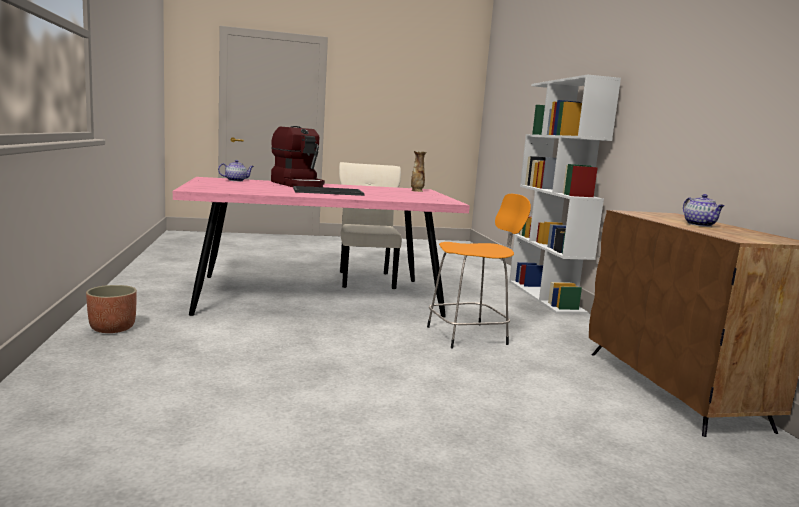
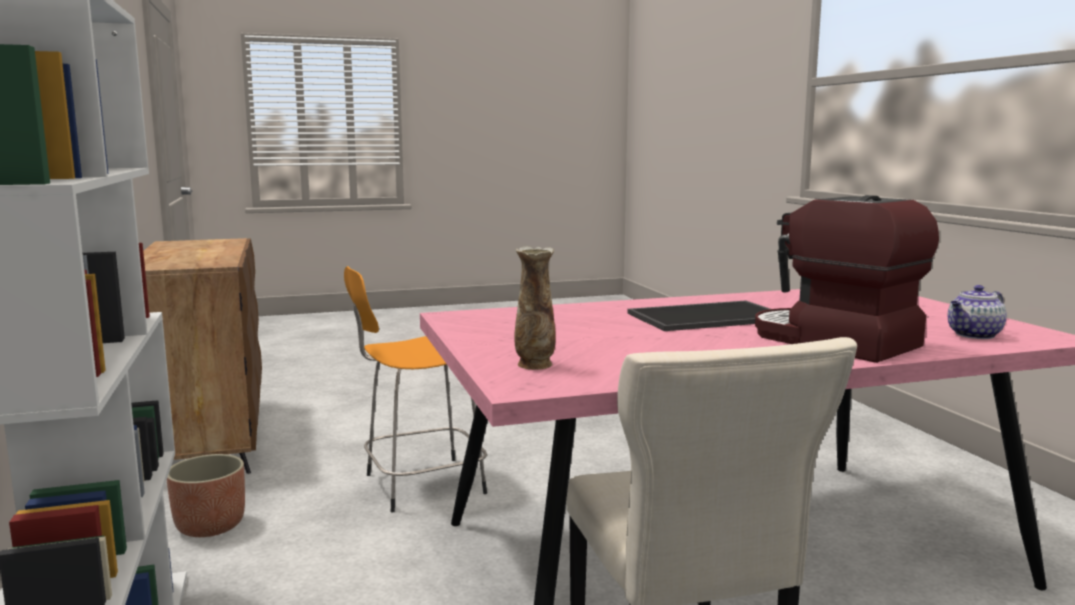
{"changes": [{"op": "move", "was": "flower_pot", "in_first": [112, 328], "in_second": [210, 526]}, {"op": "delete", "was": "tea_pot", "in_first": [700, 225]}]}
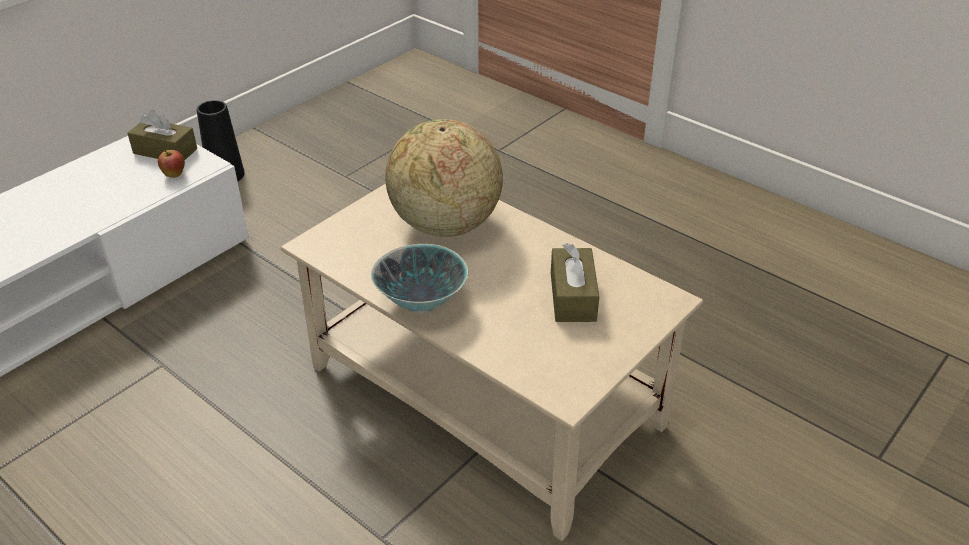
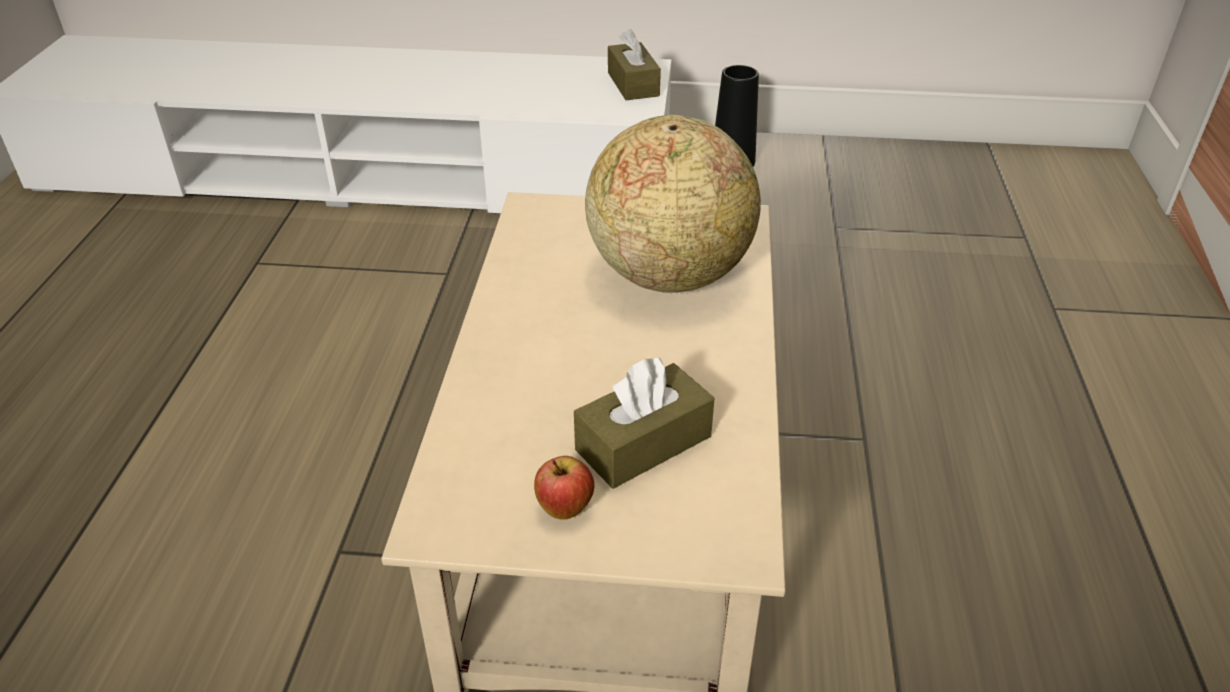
{"changes": [{"op": "move", "was": "apple", "in_first": [174, 175], "in_second": [565, 510]}, {"op": "delete", "was": "bowl", "in_first": [421, 303]}]}
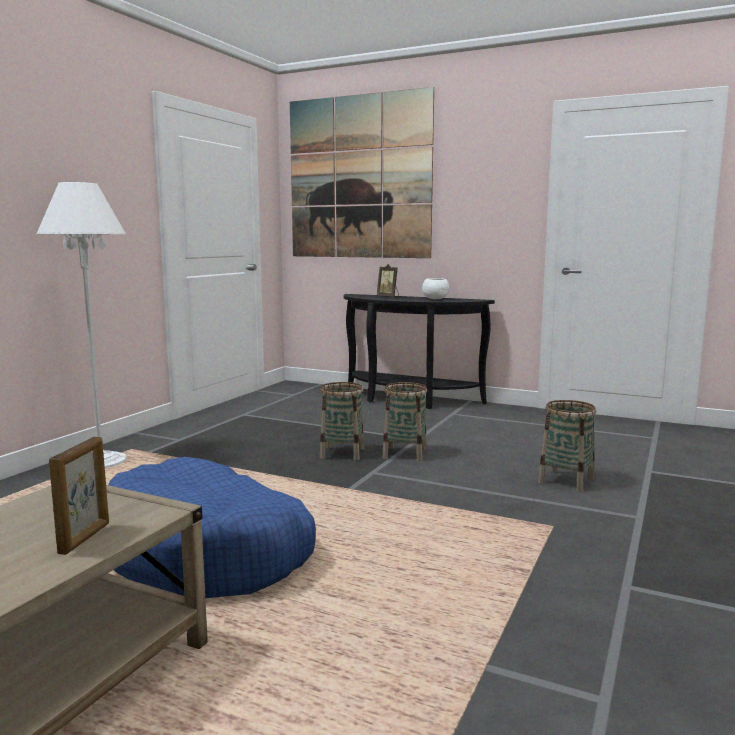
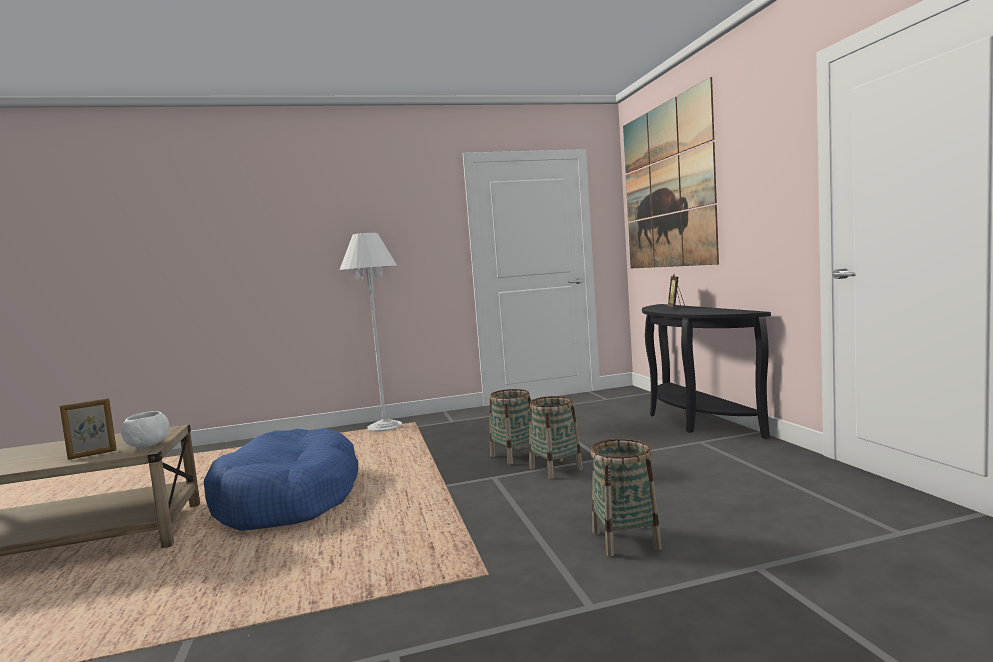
{"changes": [{"op": "move", "was": "white_bowl", "in_first": [435, 299], "in_second": [148, 445]}]}
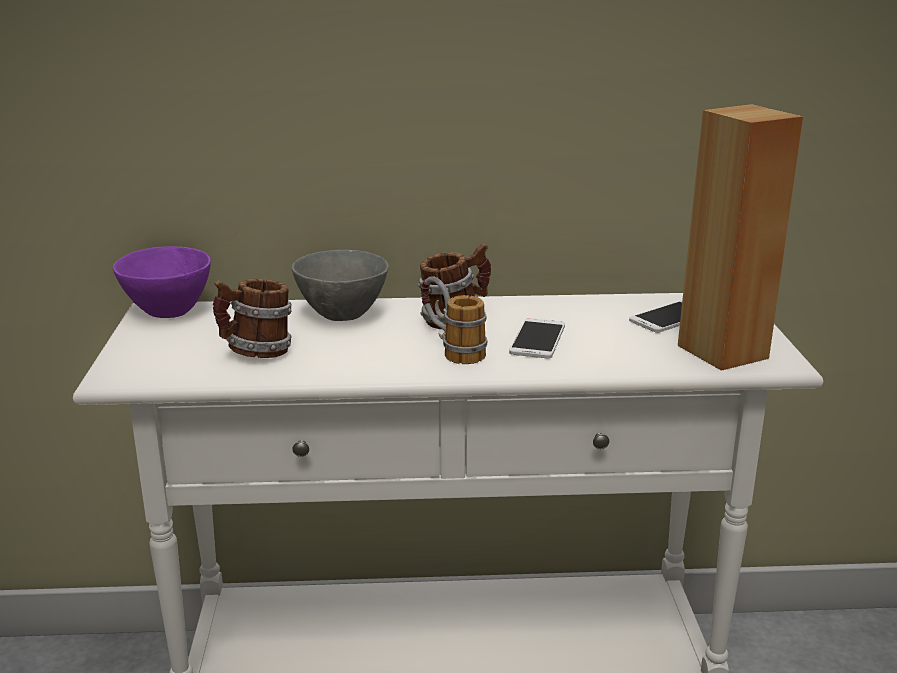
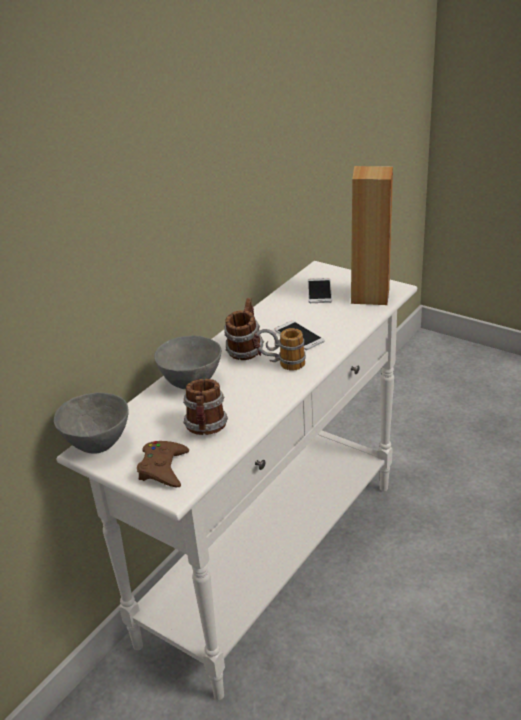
{"changes": [{"op": "recolor", "was": "purple_bowl", "now": "gray_bowl", "in_first": [166, 312], "in_second": [97, 445]}, {"op": "insert", "now": "brown-coloured_joypad", "in_second": [163, 468]}]}
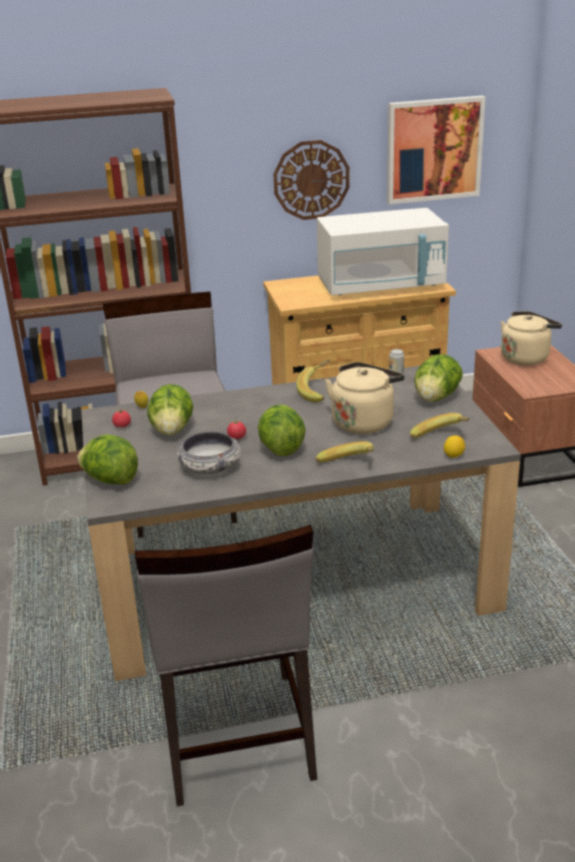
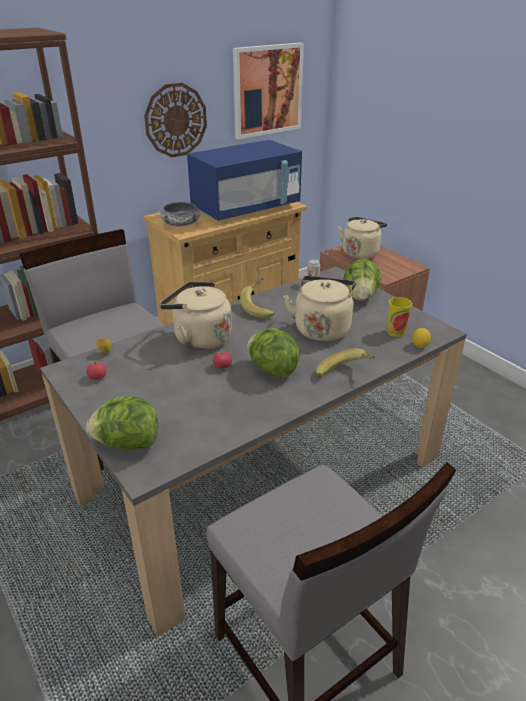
{"changes": [{"op": "move", "was": "bowl", "in_first": [209, 466], "in_second": [181, 223]}, {"op": "insert", "now": "beige_kettle", "in_second": [199, 338]}, {"op": "recolor", "was": "white_kitchen_microwave", "now": "bluish_kitchen_microwave", "in_first": [381, 286], "in_second": [246, 208]}, {"op": "replace", "was": "whole_banana", "now": "cup", "in_first": [440, 438], "in_second": [396, 332]}, {"op": "delete", "was": "lettuce_head", "in_first": [172, 430]}]}
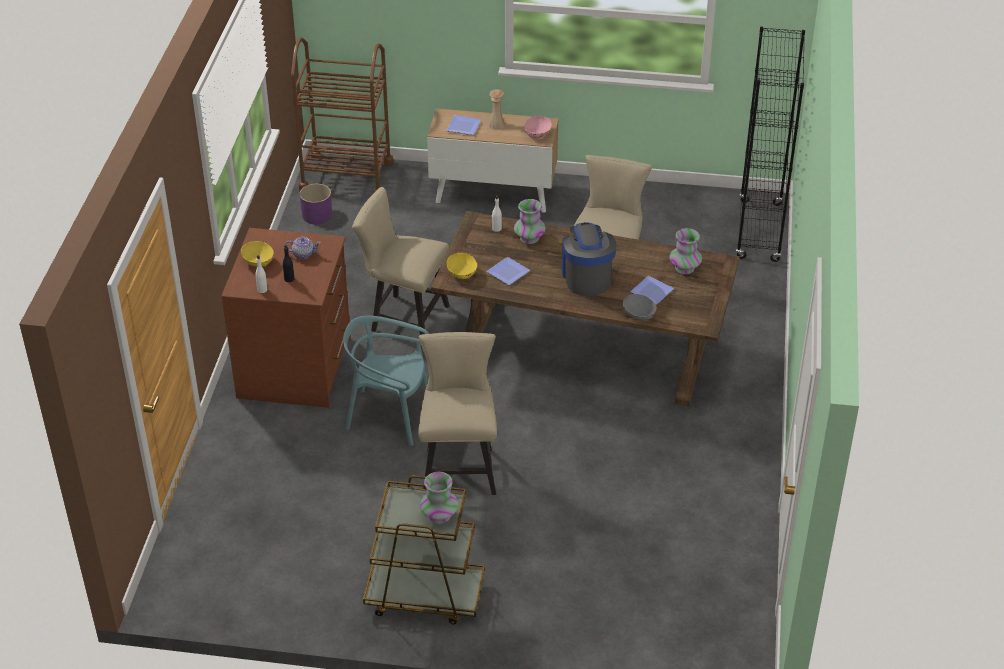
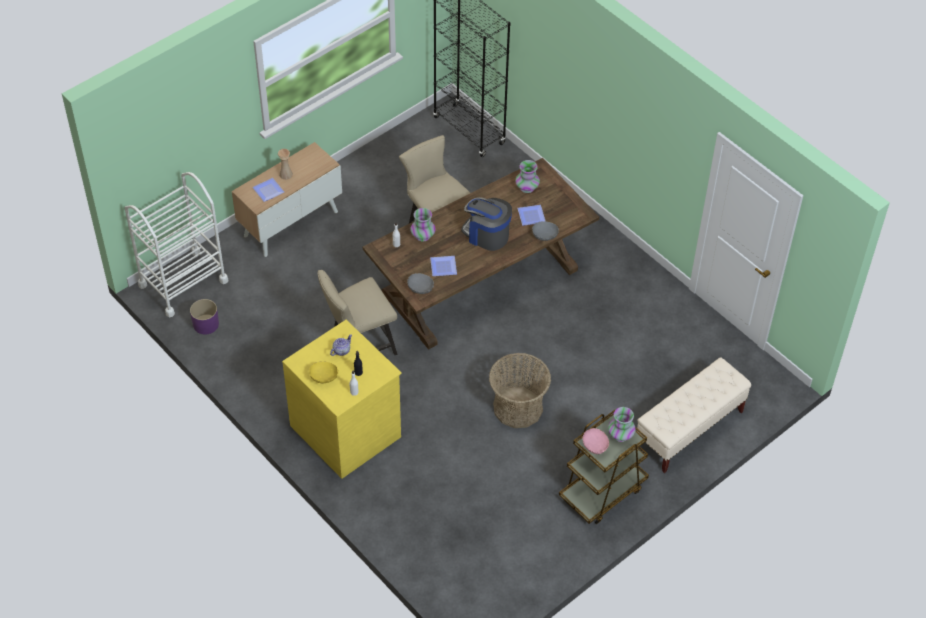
{"changes": [{"op": "recolor", "was": "brown-coloured_trolley", "now": "white_trolley", "in_first": [346, 176], "in_second": [183, 283]}, {"op": "recolor", "was": "brown-coloured_drawer_chest", "now": "yellow_drawer_chest", "in_first": [296, 368], "in_second": [347, 430]}, {"op": "recolor", "was": "yellow_bowl", "now": "gray_bowl", "in_first": [462, 274], "in_second": [420, 288]}, {"op": "replace", "was": "beige_upright_chair", "now": "basket", "in_first": [459, 467], "in_second": [518, 407]}, {"op": "move", "was": "pink_bowl", "in_first": [537, 134], "in_second": [595, 446]}, {"op": "insert", "now": "beige_indoor_bench", "in_second": [689, 429]}, {"op": "delete", "was": "turquoise-coloured_upright_chair", "in_first": [389, 415]}]}
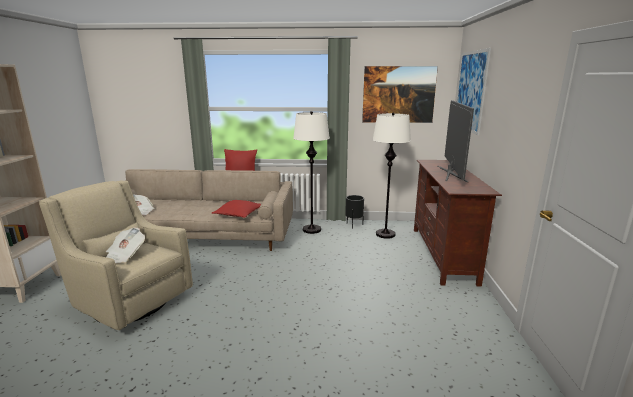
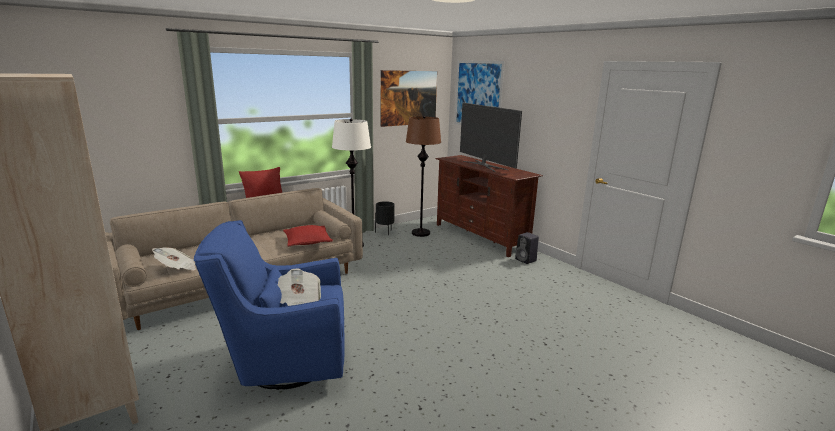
{"changes": [{"op": "recolor", "was": "beige_lounge_chair", "now": "bluish_lounge_chair", "in_first": [129, 301], "in_second": [284, 361]}, {"op": "recolor", "was": "white_standing_lamp", "now": "brown-coloured_standing_lamp", "in_first": [385, 234], "in_second": [420, 233]}, {"op": "insert", "now": "black_audio_speaker", "in_second": [526, 260]}]}
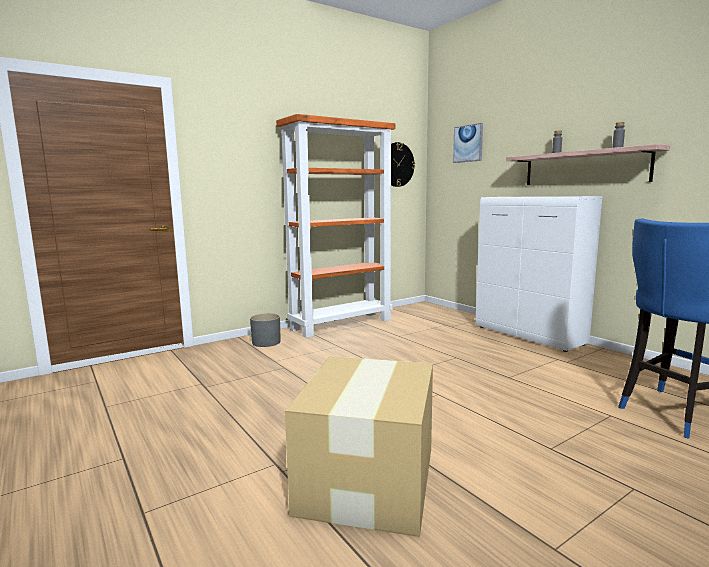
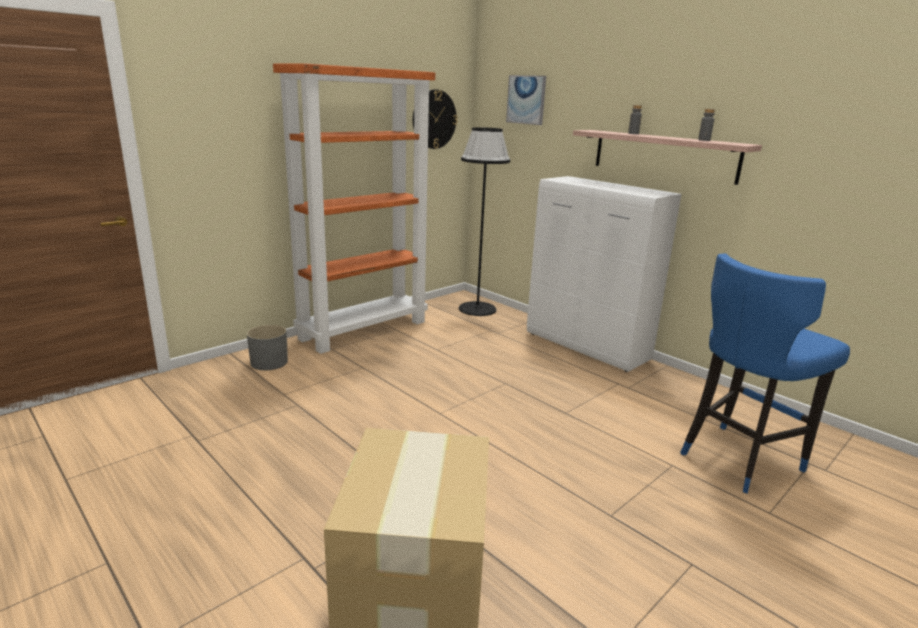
{"changes": [{"op": "insert", "now": "black_standing_lamp", "in_second": [477, 309]}]}
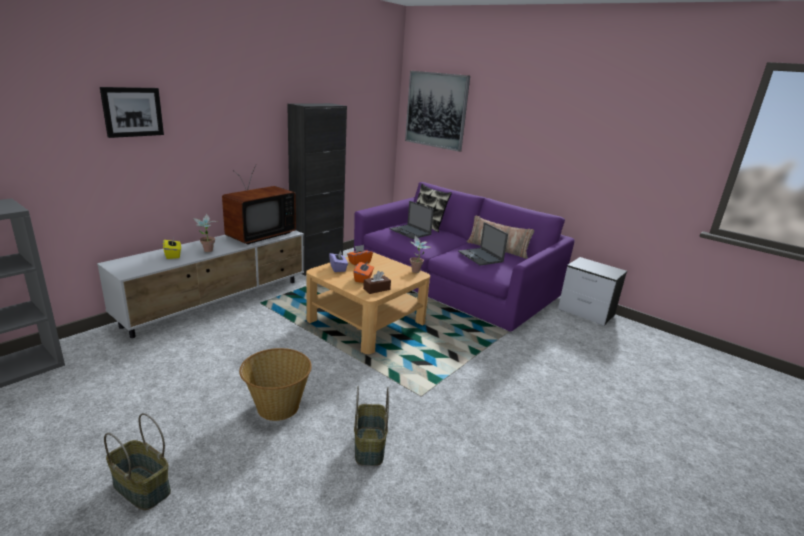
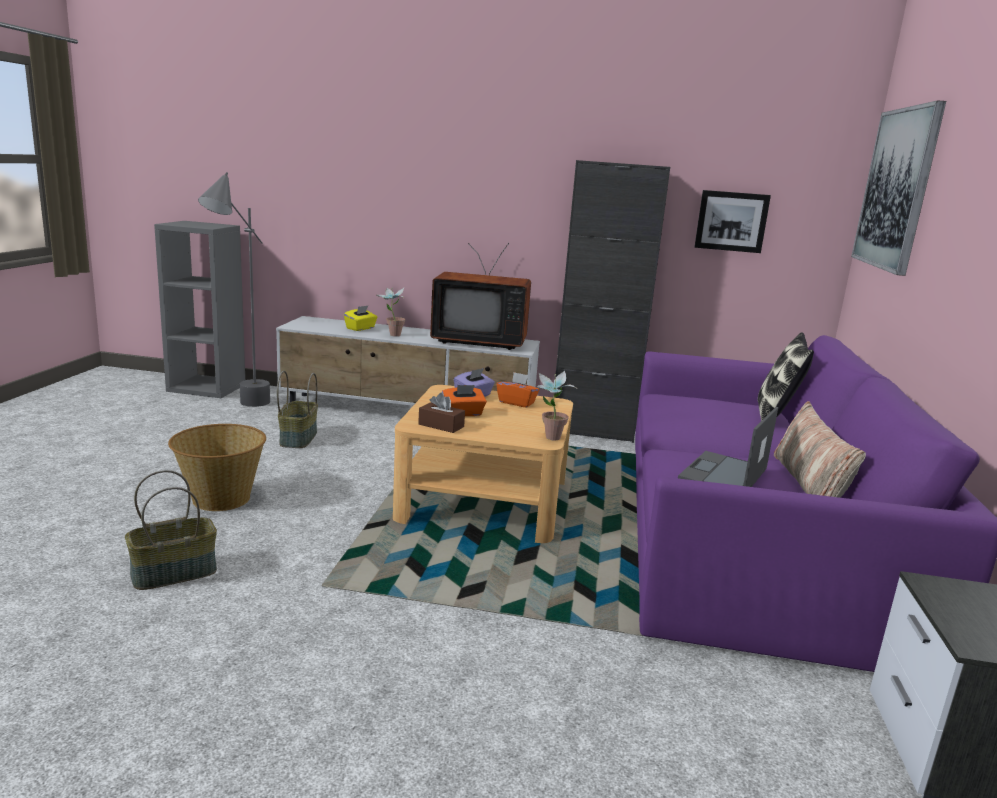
{"changes": [{"op": "insert", "now": "gray_standing_lamp", "in_second": [241, 409]}, {"op": "move", "was": "basket", "in_first": [140, 488], "in_second": [297, 438]}, {"op": "move", "was": "picture", "in_first": [132, 112], "in_second": [731, 221]}, {"op": "delete", "was": "laptop", "in_first": [410, 232]}]}
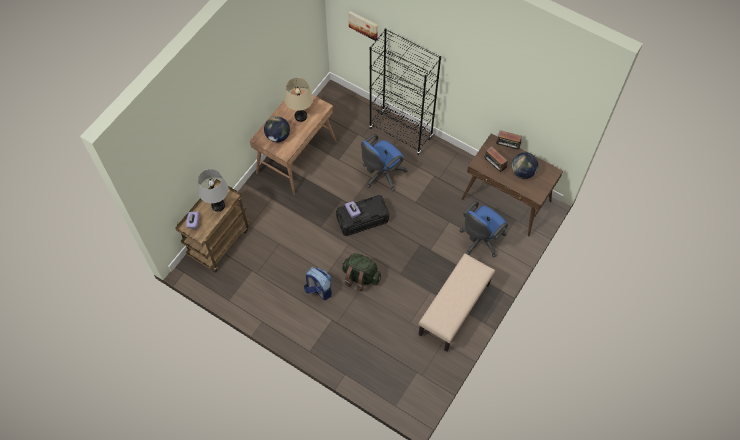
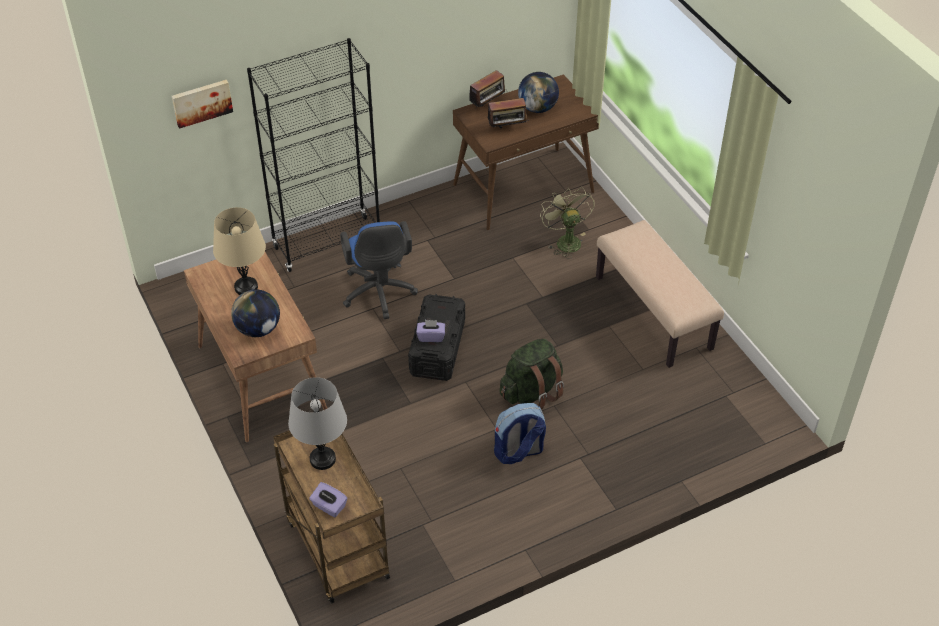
{"changes": [{"op": "replace", "was": "bluish_office_chair", "now": "greenish_electric_fan", "in_first": [480, 240], "in_second": [565, 240]}]}
